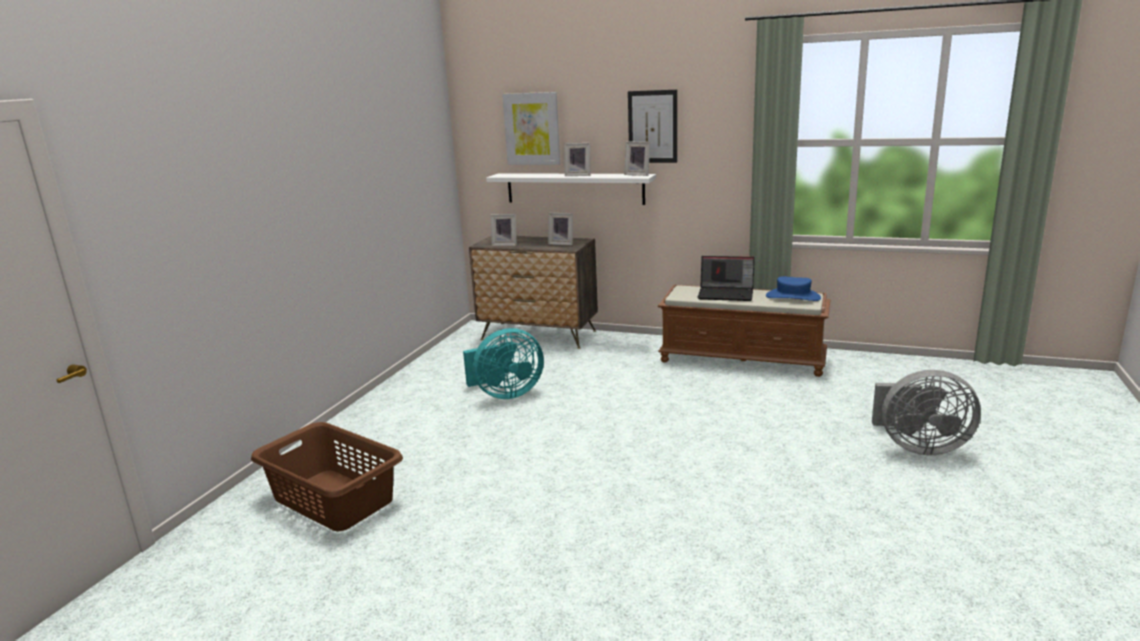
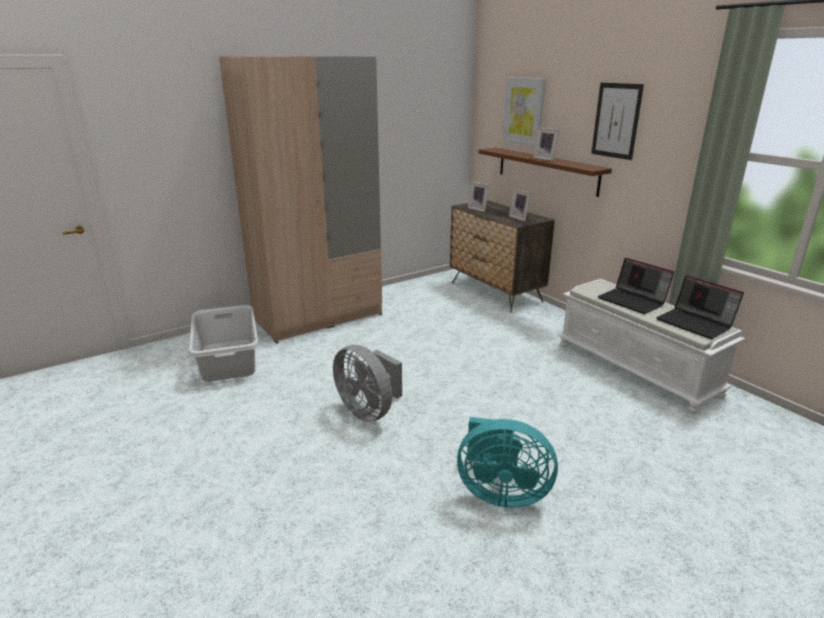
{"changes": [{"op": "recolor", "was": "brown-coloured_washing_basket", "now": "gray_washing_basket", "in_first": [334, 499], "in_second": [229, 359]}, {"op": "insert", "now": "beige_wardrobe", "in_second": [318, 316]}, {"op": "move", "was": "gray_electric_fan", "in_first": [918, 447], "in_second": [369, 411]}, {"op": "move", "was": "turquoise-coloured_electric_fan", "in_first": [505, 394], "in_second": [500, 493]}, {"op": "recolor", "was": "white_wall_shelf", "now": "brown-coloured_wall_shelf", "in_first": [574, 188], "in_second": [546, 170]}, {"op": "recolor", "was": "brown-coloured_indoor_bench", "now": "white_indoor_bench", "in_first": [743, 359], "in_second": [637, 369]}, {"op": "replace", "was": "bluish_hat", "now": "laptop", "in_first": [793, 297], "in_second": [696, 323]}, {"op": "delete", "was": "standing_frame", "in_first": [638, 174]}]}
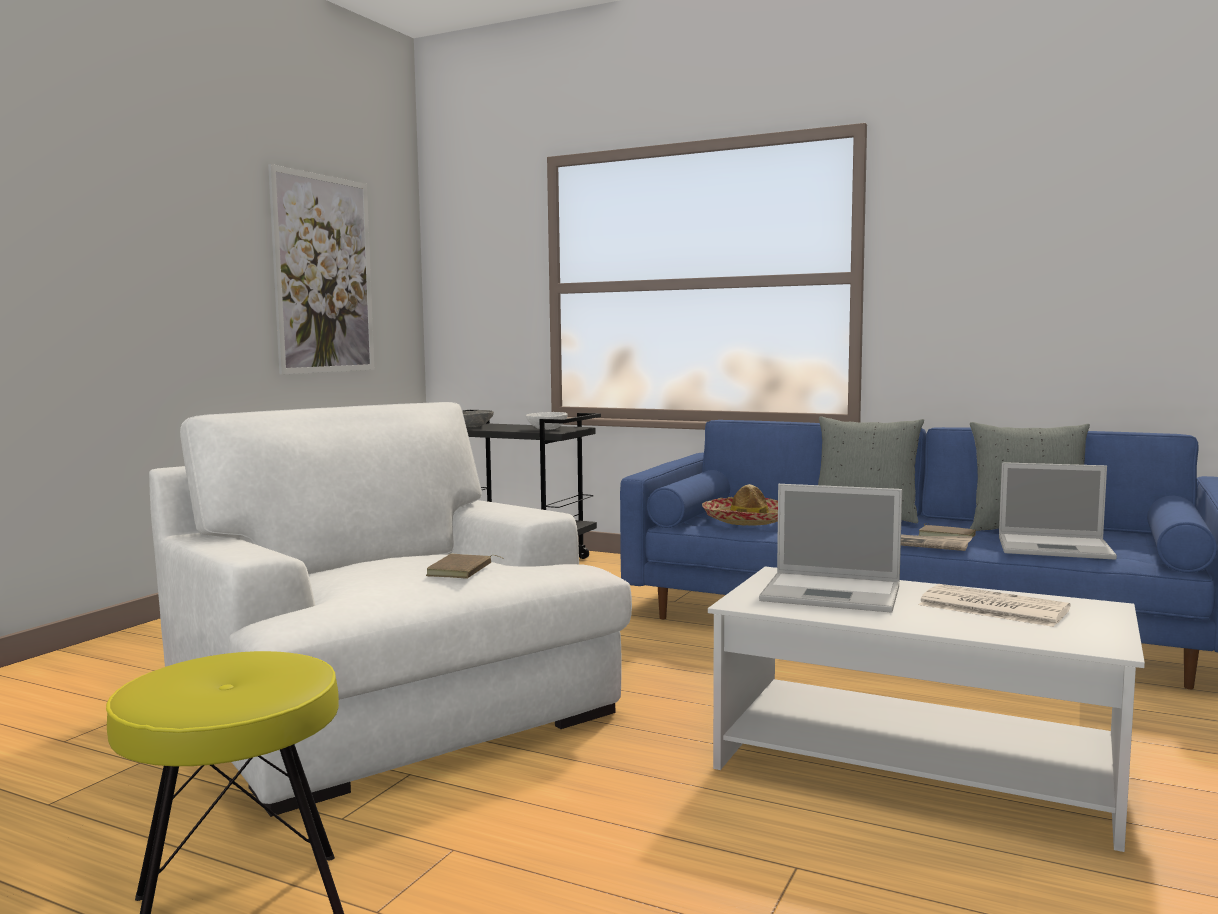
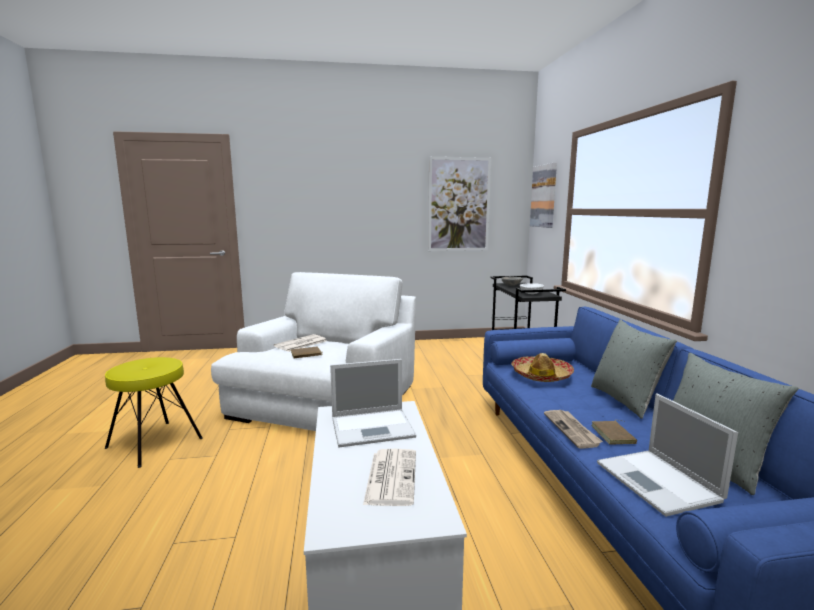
{"changes": [{"op": "insert", "now": "newspaper", "in_second": [300, 344]}, {"op": "rotate", "was": "laptop", "in_first": [834, 593], "in_second": [374, 427], "clockwise": -90}, {"op": "insert", "now": "picture", "in_second": [544, 196]}]}
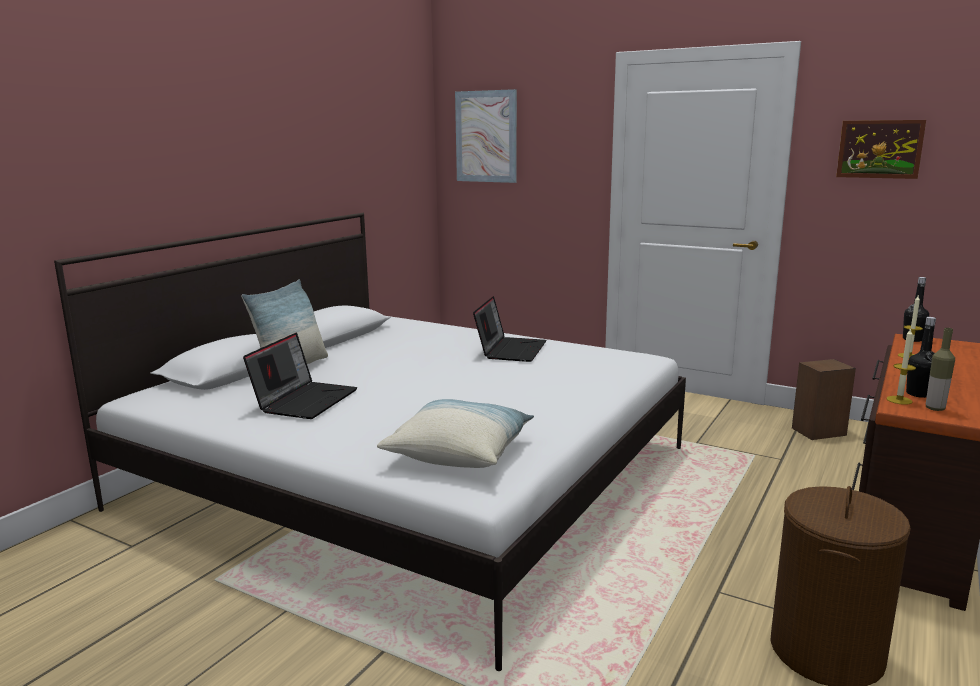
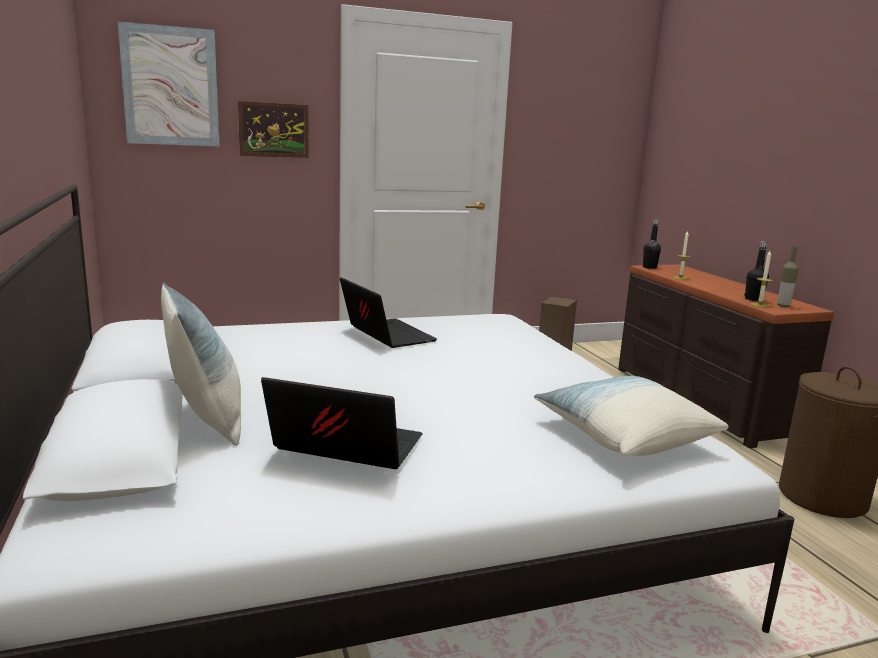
{"changes": [{"op": "move", "was": "picture", "in_first": [879, 149], "in_second": [273, 130]}, {"op": "rotate", "was": "laptop", "in_first": [305, 400], "in_second": [343, 448], "clockwise": -45}]}
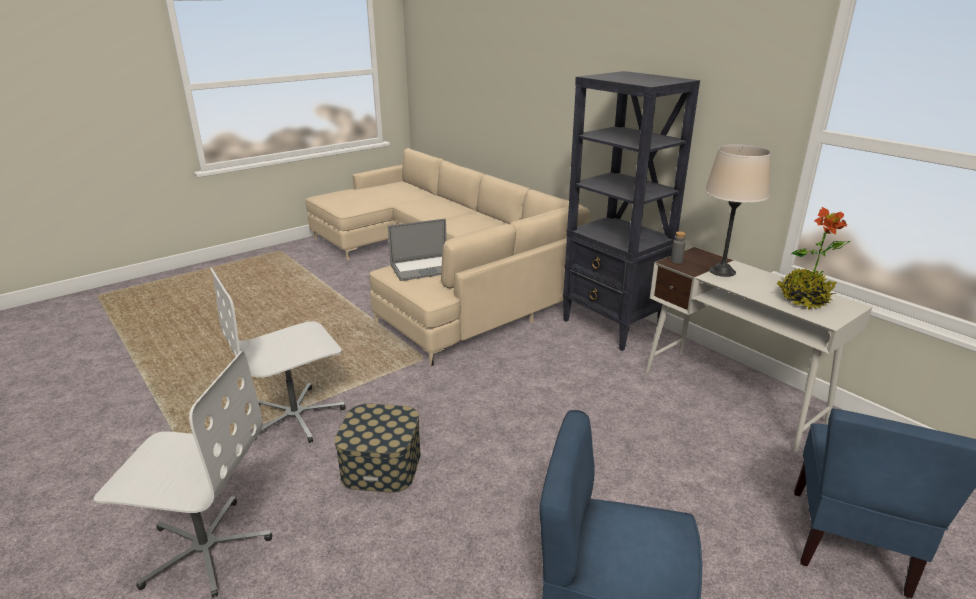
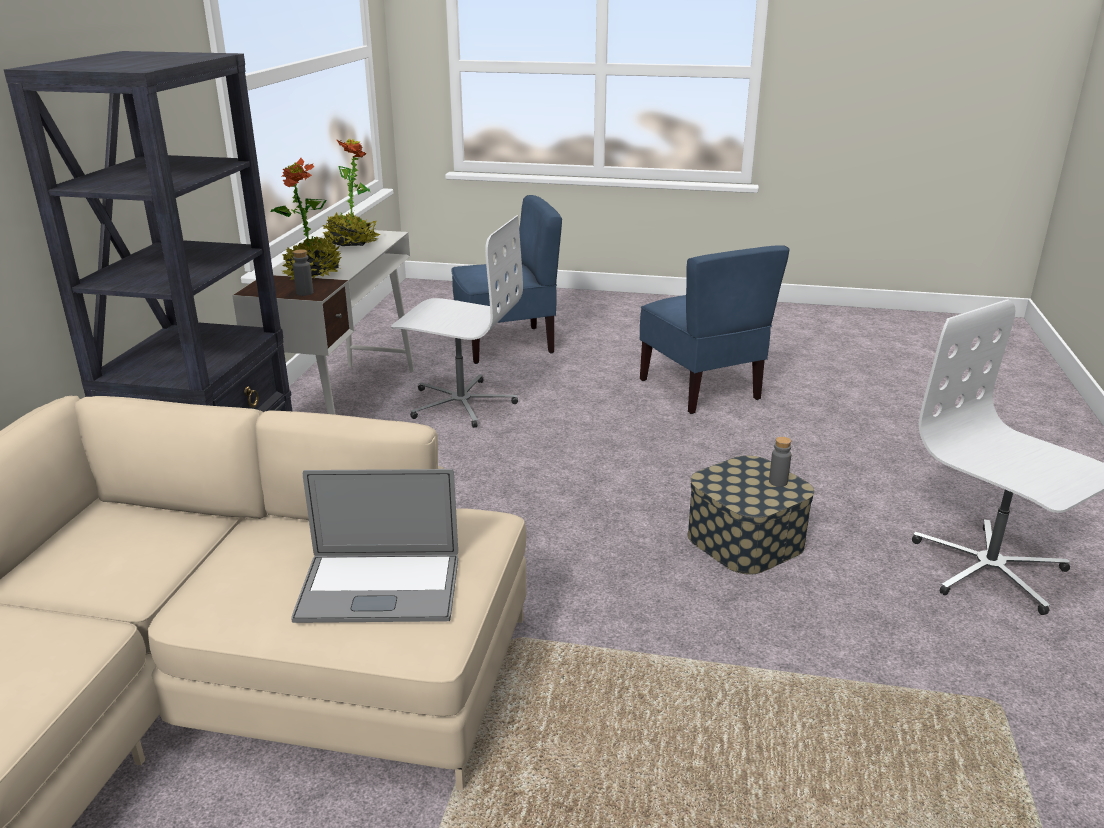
{"changes": [{"op": "replace", "was": "beige_tabletop_lamp", "now": "potted_plant", "in_first": [722, 271], "in_second": [313, 273]}, {"op": "rotate", "was": "laptop", "in_first": [424, 268], "in_second": [379, 588], "clockwise": 150}, {"op": "move", "was": "white_office_chair", "in_first": [296, 416], "in_second": [461, 403]}, {"op": "insert", "now": "gray_drink_bottle", "in_second": [778, 482]}]}
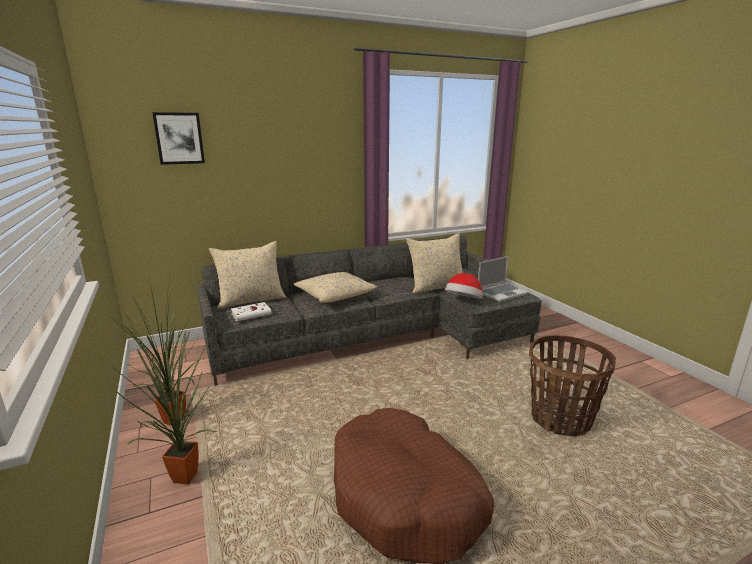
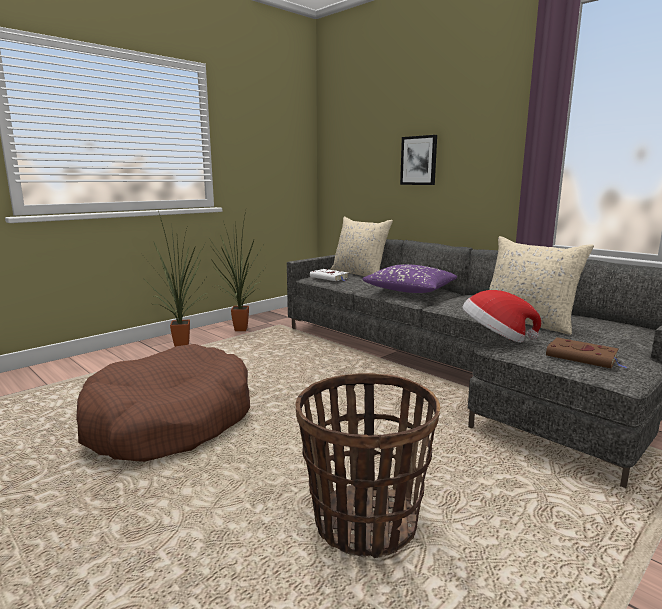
{"changes": [{"op": "recolor", "was": "beige_throw_pillow", "now": "purple_throw_pillow", "in_first": [335, 295], "in_second": [411, 290]}, {"op": "move", "was": "picture", "in_first": [179, 138], "in_second": [419, 160]}, {"op": "replace", "was": "laptop", "now": "brown-coloured_volume", "in_first": [501, 293], "in_second": [583, 357]}]}
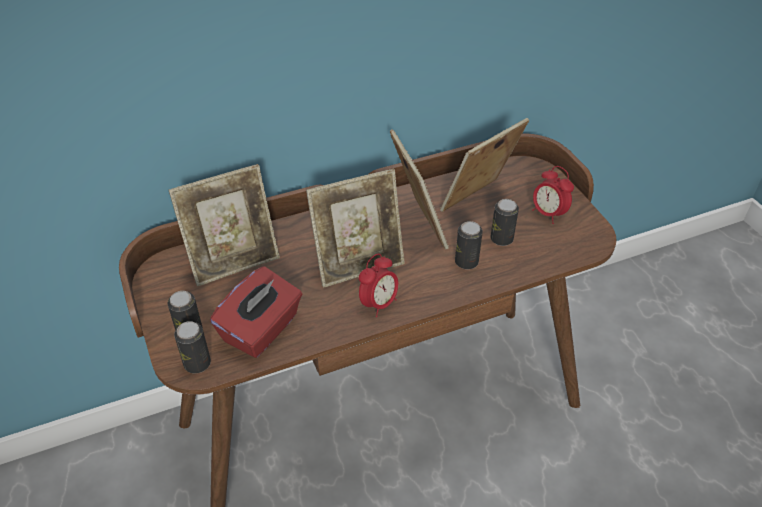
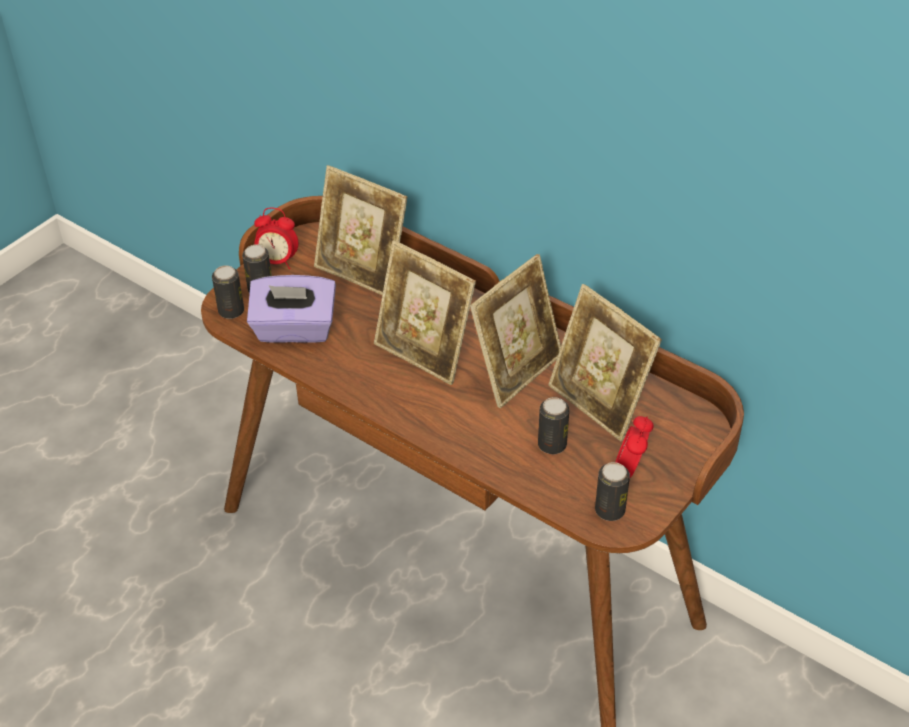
{"changes": [{"op": "recolor", "was": "red_tissue_box", "now": "purple_tissue_box", "in_first": [262, 330], "in_second": [294, 330]}, {"op": "move", "was": "table_clock", "in_first": [379, 304], "in_second": [277, 262]}, {"op": "rotate", "was": "standing_frame", "in_first": [478, 202], "in_second": [598, 404], "clockwise": -150}, {"op": "move", "was": "sealed_can", "in_first": [466, 262], "in_second": [609, 510]}]}
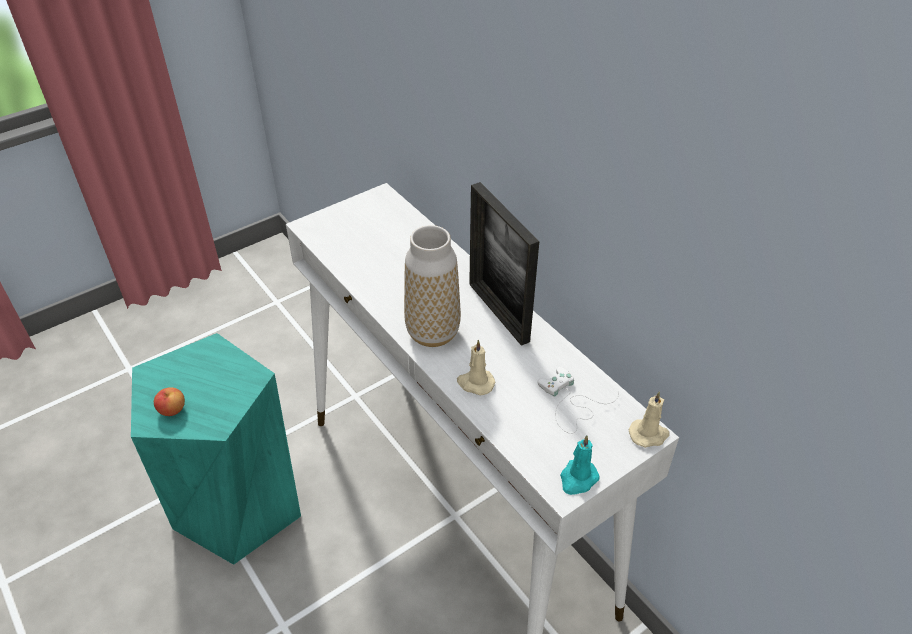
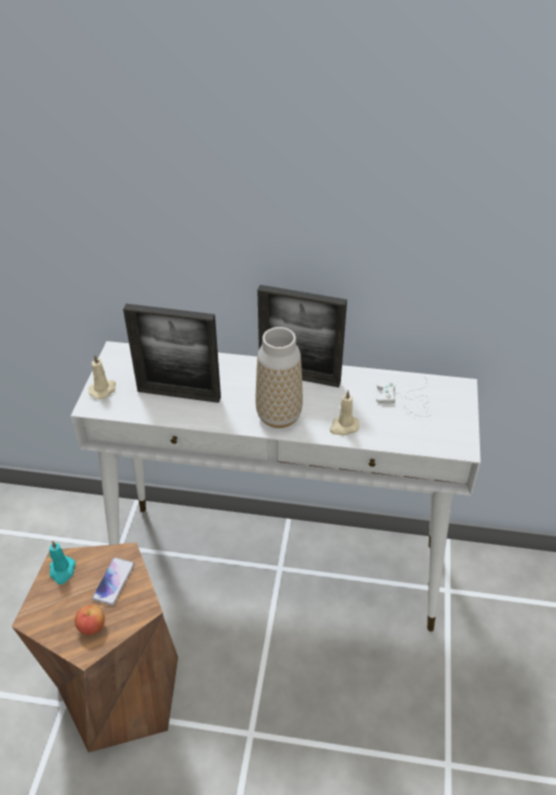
{"changes": [{"op": "recolor", "was": "turquoise-coloured_sitting_stool", "now": "brown-coloured_sitting_stool", "in_first": [238, 505], "in_second": [121, 690]}, {"op": "move", "was": "turquoise-coloured_candle", "in_first": [578, 479], "in_second": [62, 571]}, {"op": "move", "was": "beige_candle", "in_first": [649, 434], "in_second": [103, 389]}, {"op": "insert", "now": "phone", "in_second": [114, 581]}, {"op": "insert", "now": "standing_frame", "in_second": [179, 394]}]}
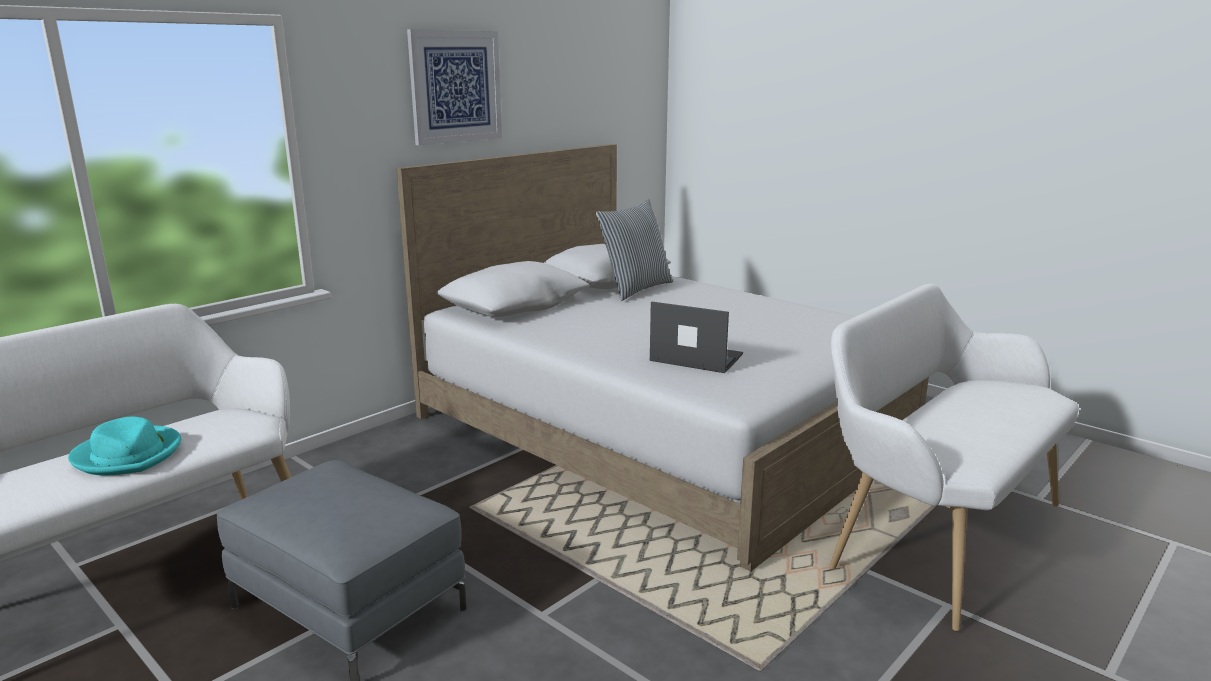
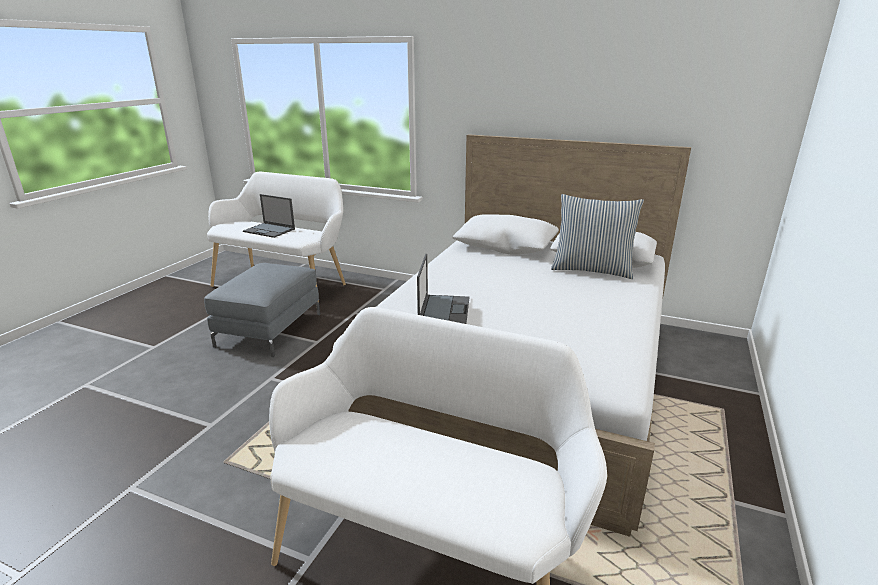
{"changes": [{"op": "replace", "was": "turquoise-coloured_hat", "now": "laptop", "in_first": [129, 455], "in_second": [269, 230]}, {"op": "delete", "was": "picture", "in_first": [455, 86]}]}
